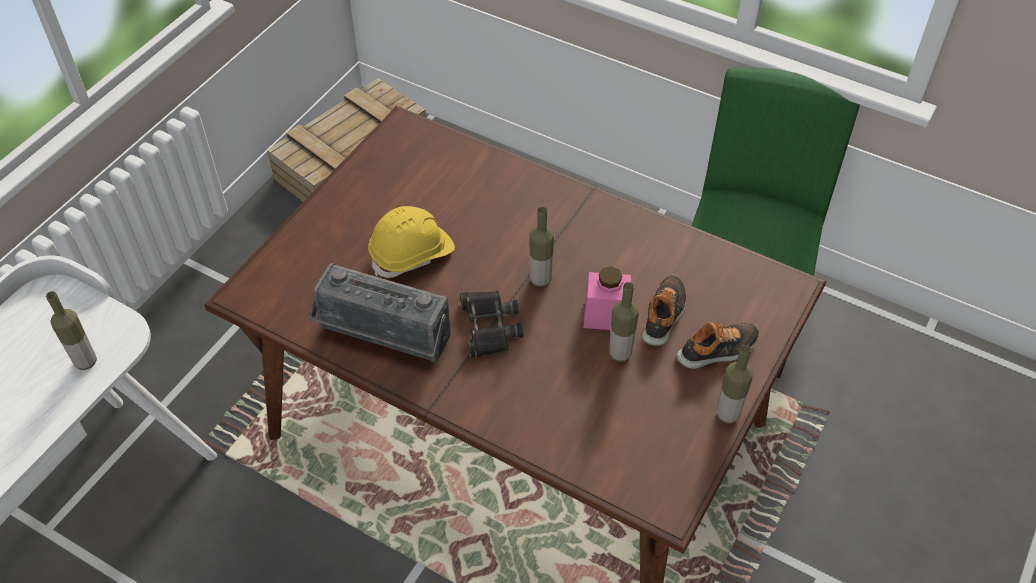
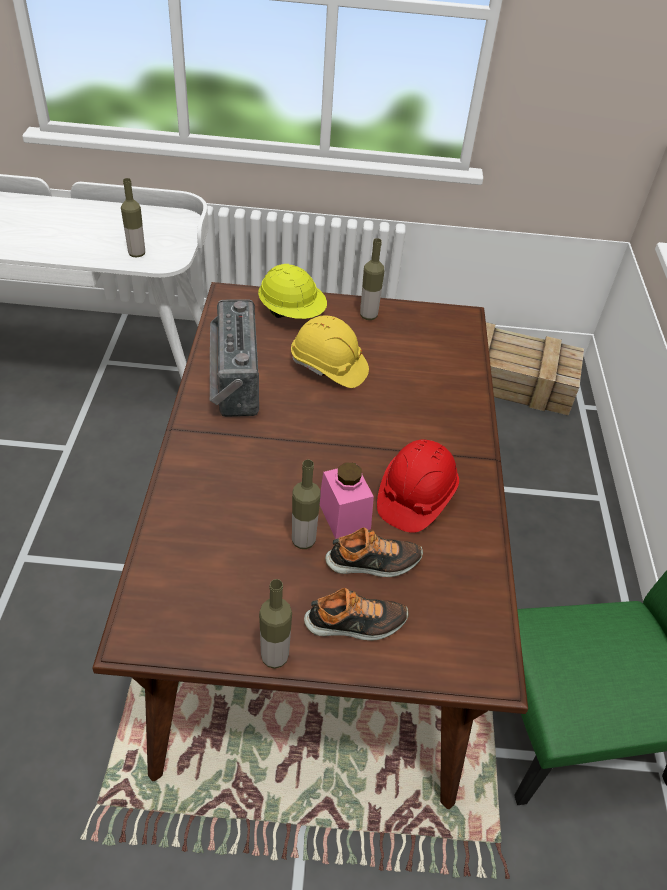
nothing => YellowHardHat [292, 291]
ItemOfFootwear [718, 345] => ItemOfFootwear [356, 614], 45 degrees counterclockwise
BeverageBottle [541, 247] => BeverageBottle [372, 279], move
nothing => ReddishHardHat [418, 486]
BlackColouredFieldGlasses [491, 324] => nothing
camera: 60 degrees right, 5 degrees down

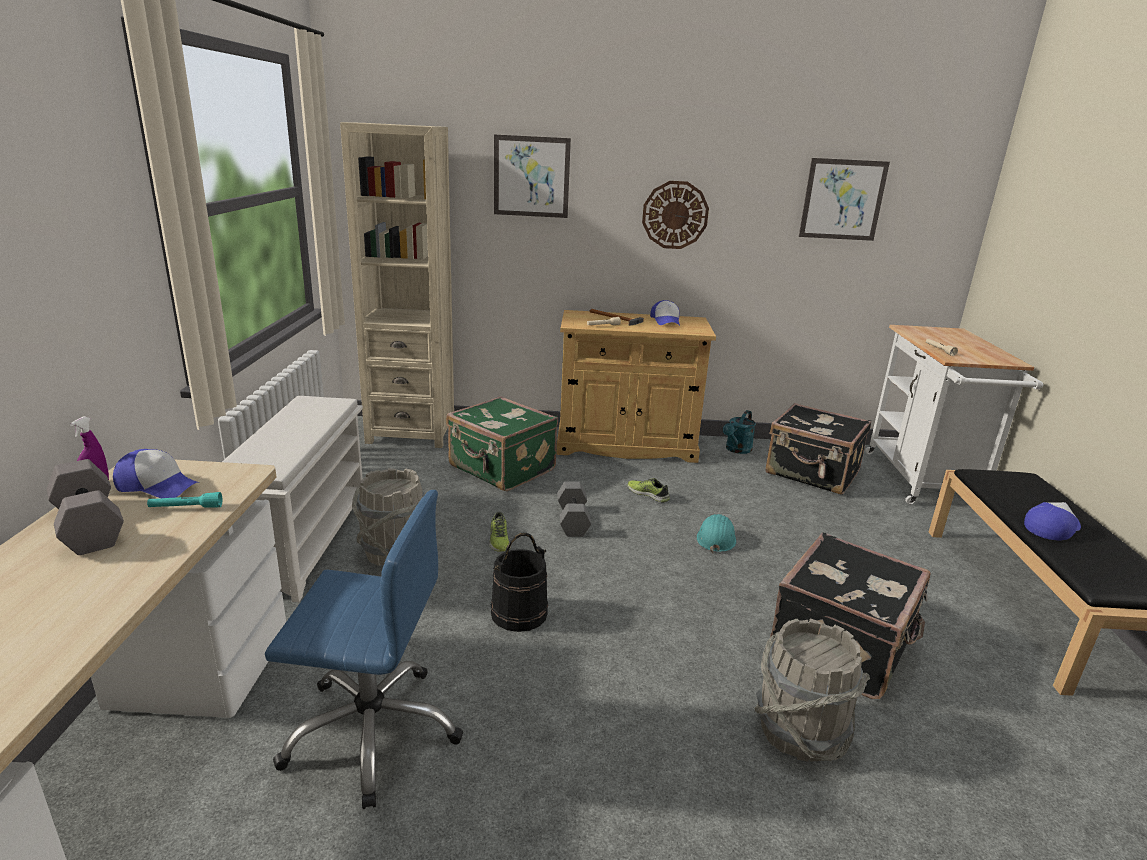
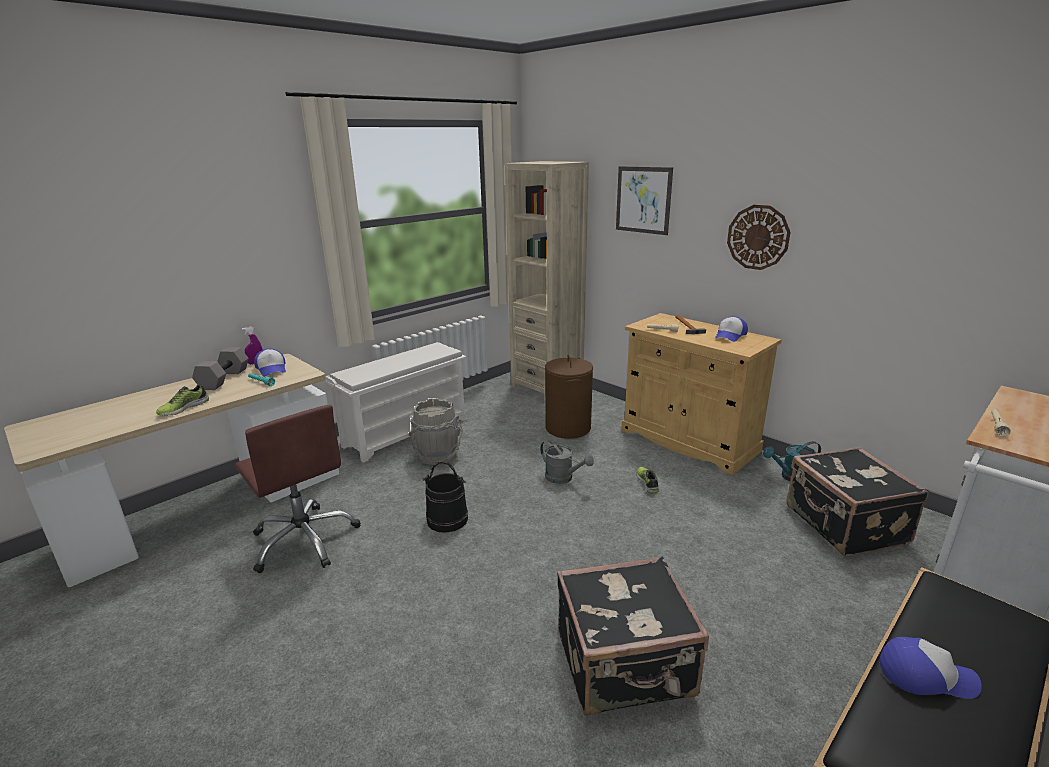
ItemOfFootwear [500, 532] => ItemOfFootwear [182, 400], move
BlueOfficeChair [364, 649] => BrownishOfficeChair [298, 489]
GrayFreeWeight [574, 509] => GrayWateringPot [567, 462]
GreenSuitcase [502, 443] => BrownishLaundryBasket [569, 397]
TurquoiseHardHat [716, 533] => nothing
GrayWaterBucket [812, 690] => nothing
WallPicture [844, 199] => nothing
camera: 45 degrees right, 0 degrees up

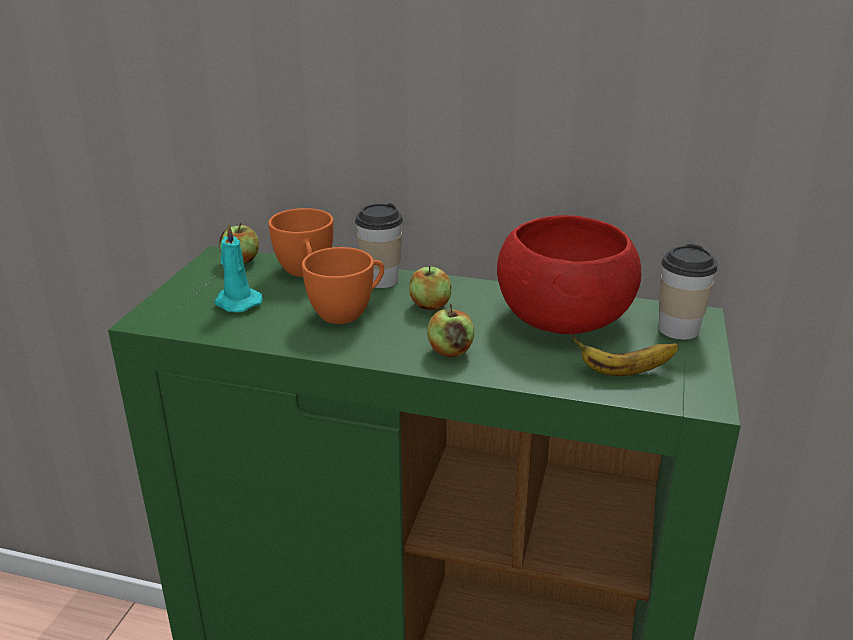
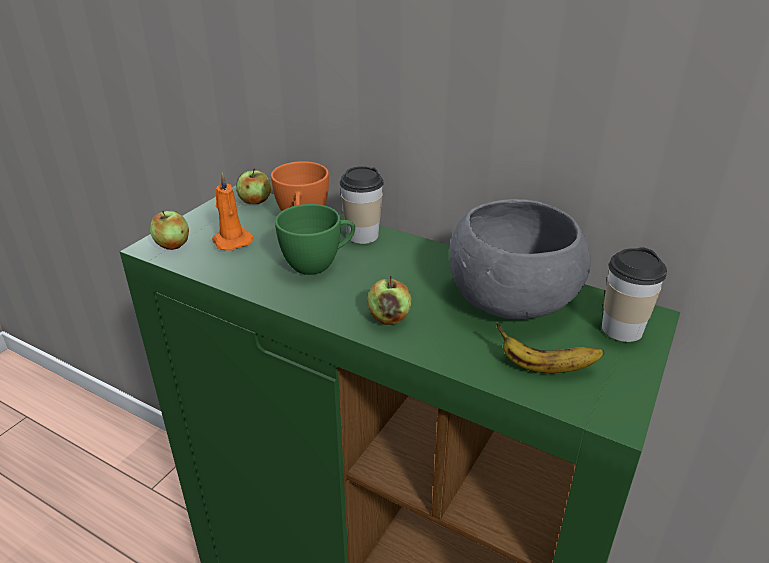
Apple [430, 288] => Apple [169, 230], move
TurquoiseCandle [238, 267] => OrangeCandle [232, 212]
OrangeDrinkingCup [343, 285] => GreenDrinkingCup [315, 239]
ReddishDeepDish [569, 274] => GrayDeepDish [520, 259]
camera: 15 degrees right, 5 degrees up

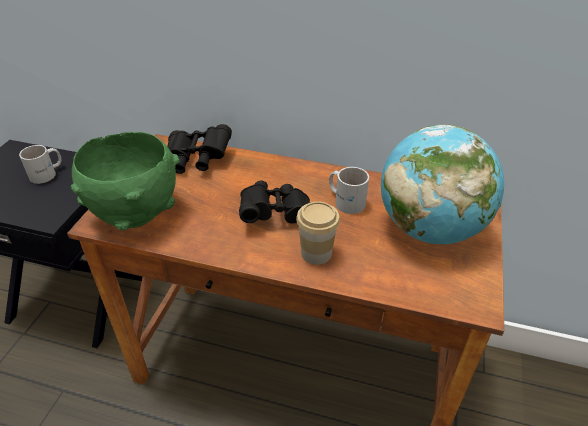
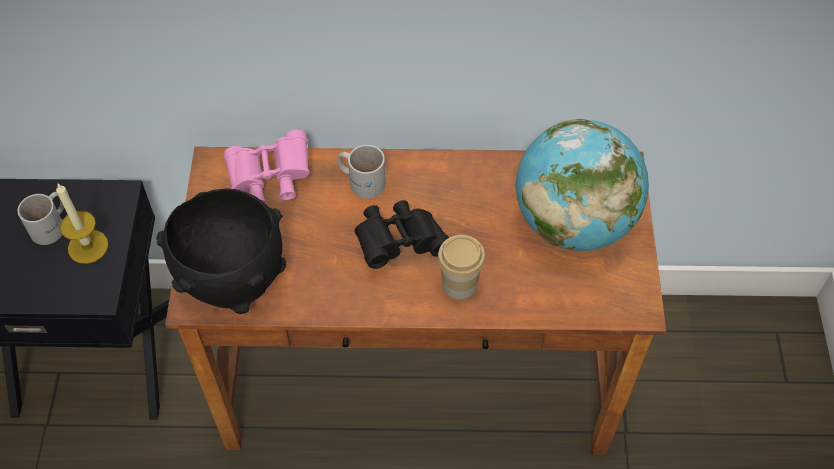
nothing => Candle [82, 224]
GreenDeepDish [125, 181] => BlackColouredDeepDish [221, 251]
BlackColouredFieldGlasses [199, 149] => PinkishFieldGlasses [267, 167]
WhitishTeaMug [349, 190] => WhitishTeaMug [362, 172], move
camera: 15 degrees left, 15 degrees up

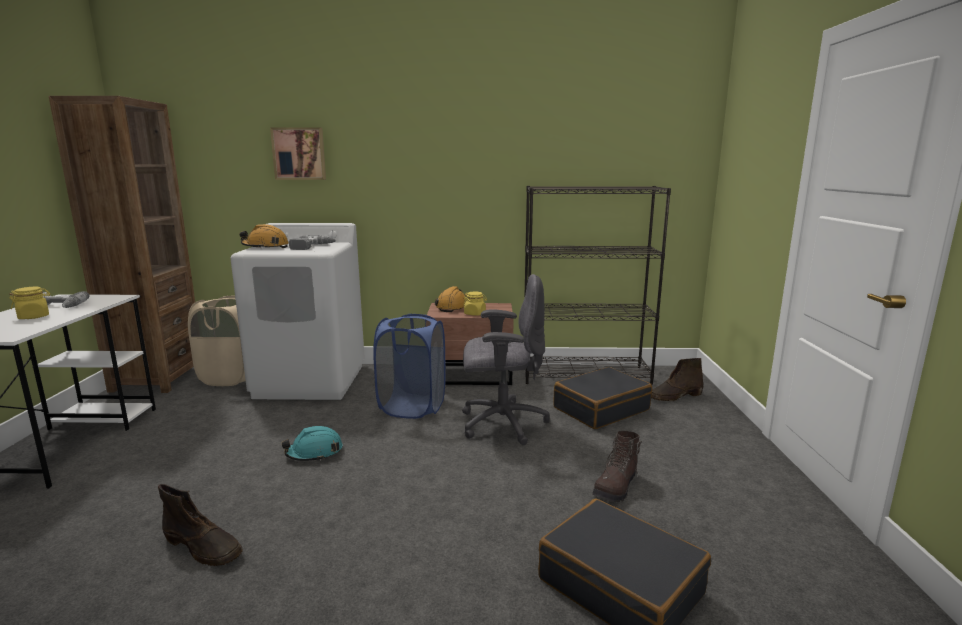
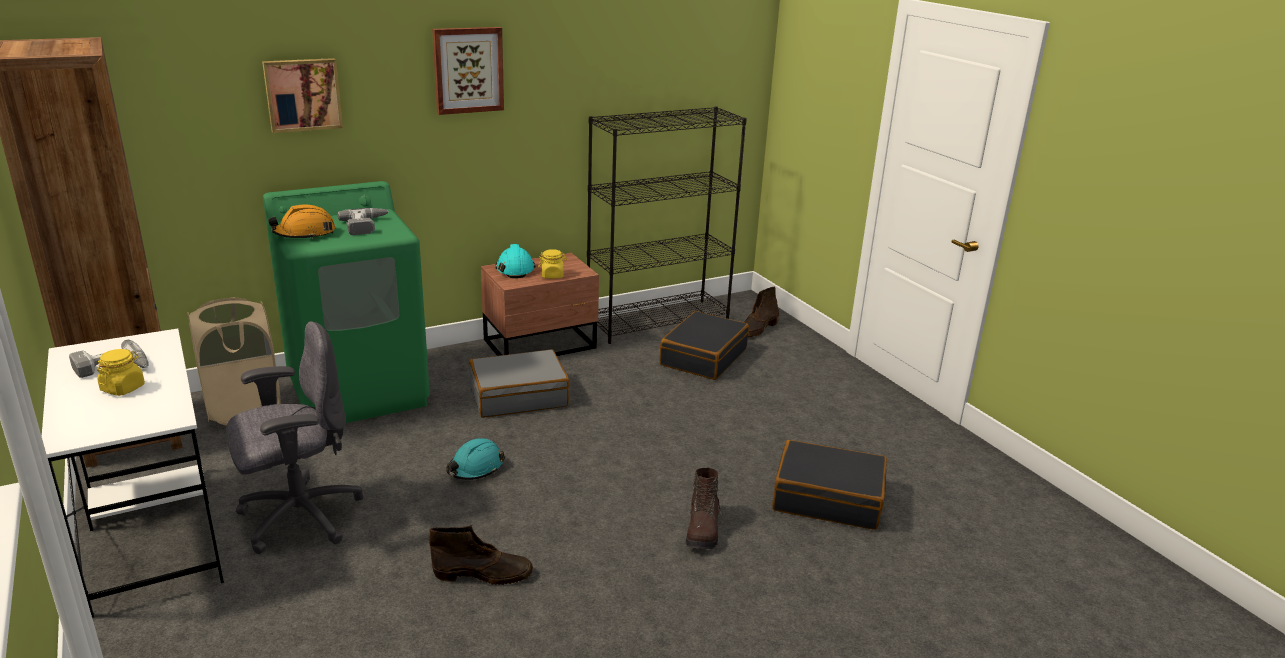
GrayOfficeChair [506, 359] => GrayOfficeChair [294, 437], move
WhitishLaundryMachine [297, 311] => GreenLaundryMachine [346, 302]
nothing => WallPicture [468, 71]
BlueLaundryBasket [409, 366] => GraySuitcase [519, 383]
OrangeHardHat [450, 299] => TurquoiseHardHat [515, 261]
BrownishHighTopBoot [617, 466] => BrownishHighTopBoot [704, 508], move
camera: 30 degrees left, 10 degrees up

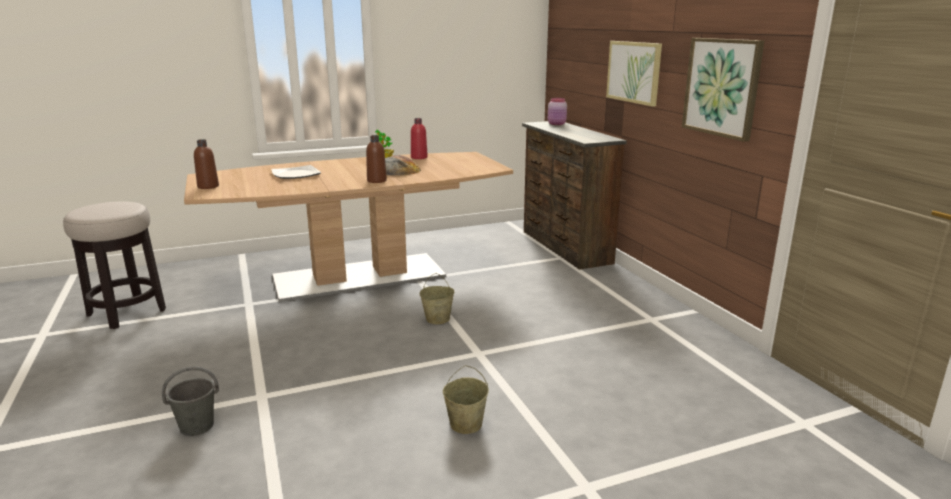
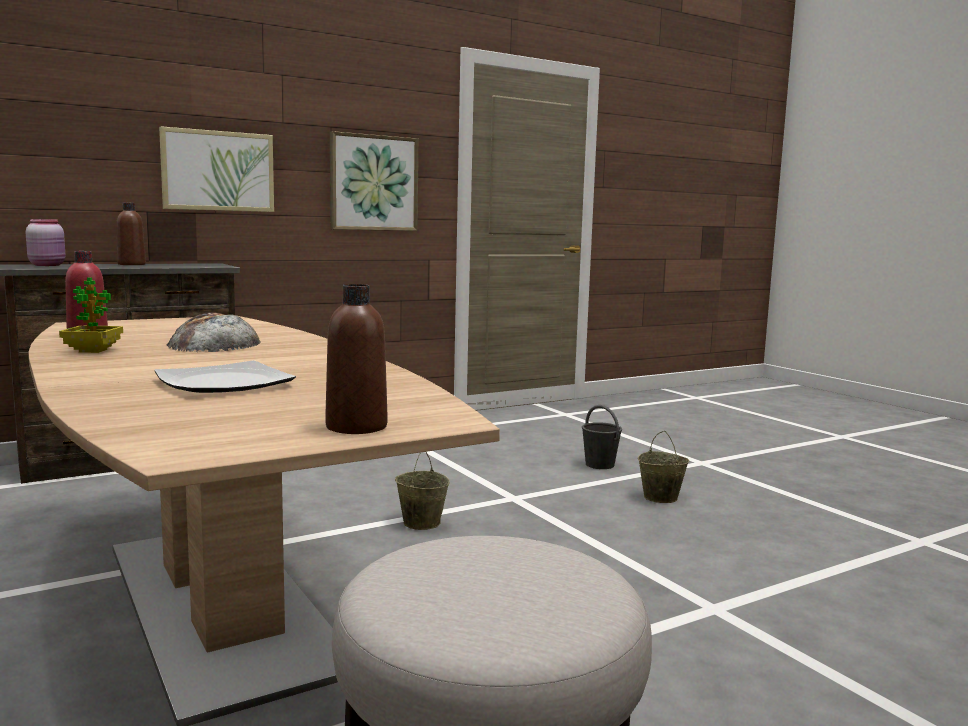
BrownishBeverageBottle [376, 159] => BrownishBeverageBottle [131, 234], move
GrayWaterBucket [190, 401] => GrayWaterBucket [602, 437], move
camera: 100 degrees left, 10 degrees down

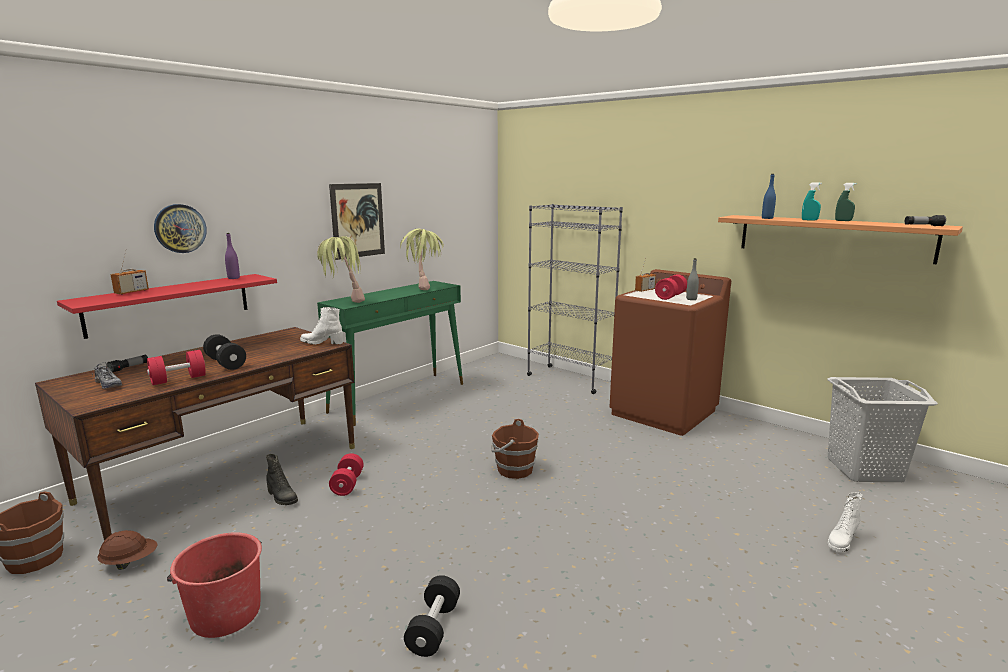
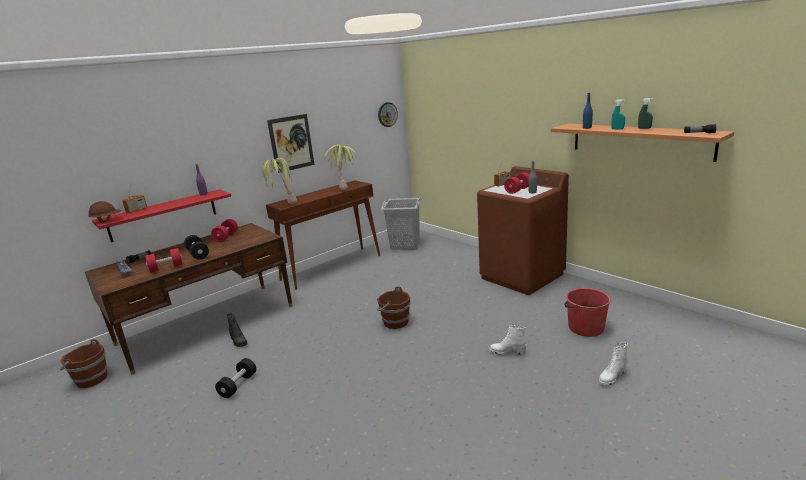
BrownishHardHat [127, 550] => BrownishHardHat [104, 211], move
ReddishFreeWeight [346, 474] => ReddishFreeWeight [224, 230], move
BlackColouredFreeWeight [432, 616] => BlackColouredFreeWeight [235, 378], move
GreenNarrowTable [390, 353] => BrownishNarrowTable [323, 235]
WallClock [180, 228] => WallClock [388, 114], move
GrayLaundryBasket [882, 429] => GrayLaundryBasket [401, 224], move
WhitishHighTopBoot [321, 326] => WhitishHighTopBoot [507, 340], move
ReddishWaterBucket [214, 585] => ReddishWaterBucket [587, 312], move
GrayShelvingUnit [575, 299] => nothing
camera: 10 degrees right, 5 degrees up

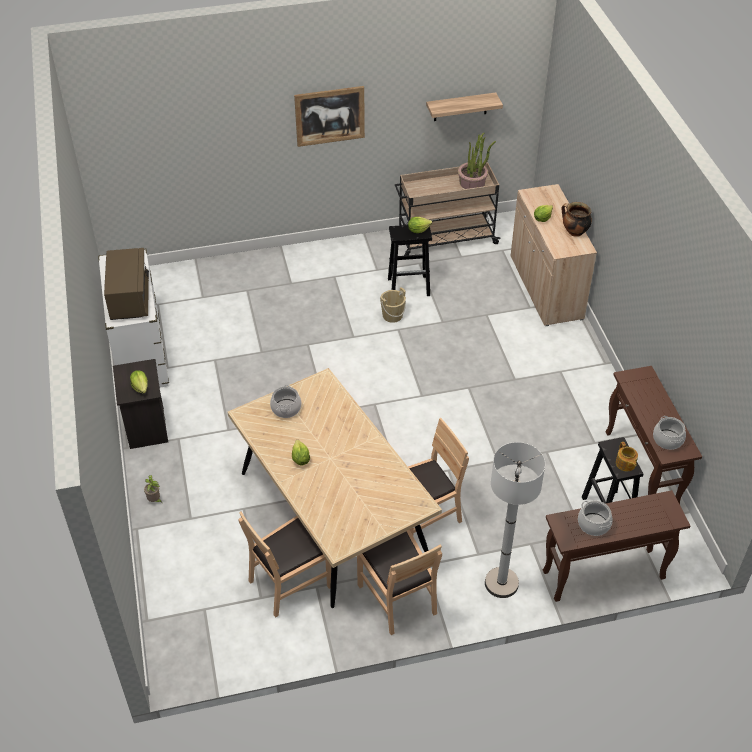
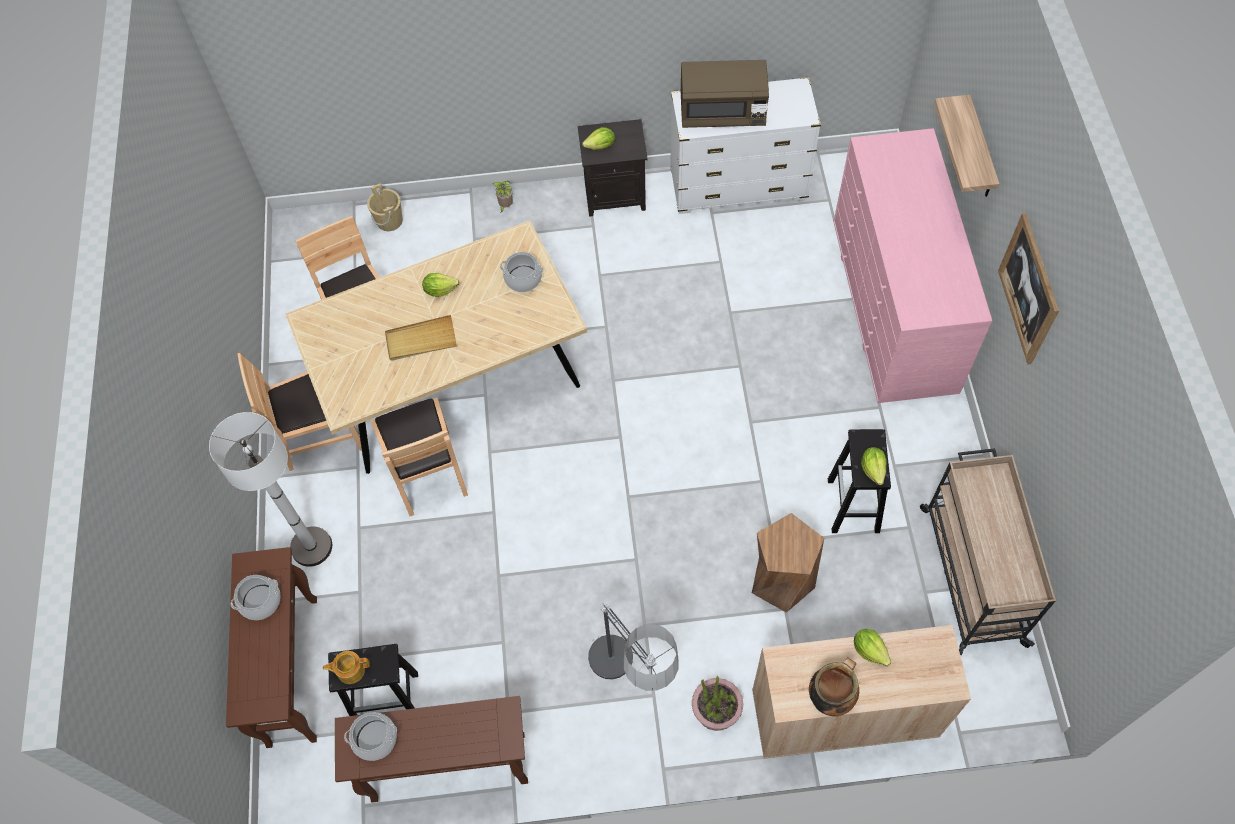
BeigeWaterBucket [393, 305] => BeigeWaterBucket [385, 207], move
nothing => BeigeServingTray [421, 338]
nothing => StandingLamp [633, 647]
PottedPlant [477, 160] => PottedPlant [717, 703], move
nothing => BrownishSittingStool [788, 563]
nothing => PinkishDrawerChest [913, 265]
BracketShelf [464, 106] => BracketShelf [967, 146], move
camera: 100 degrees right, 15 degrees up

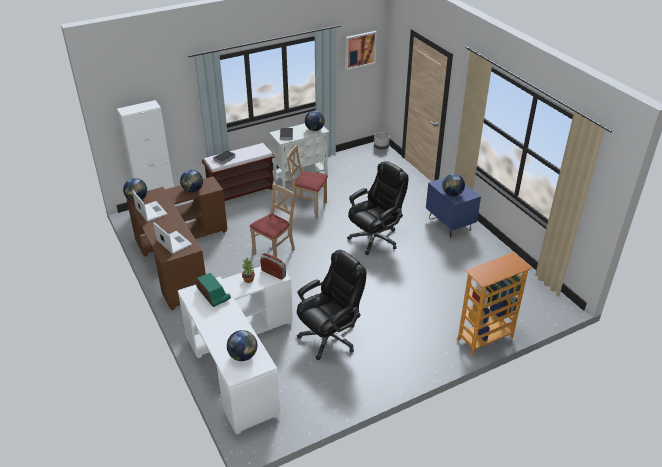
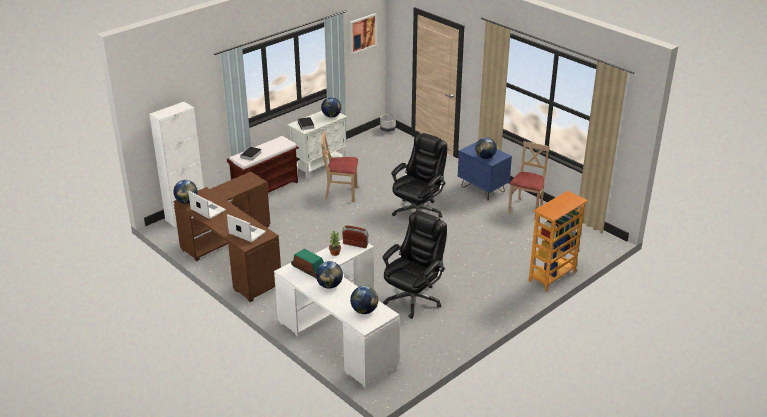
WorldGlobe [191, 181] => WorldGlobe [329, 275], move
BeigeUprightChair [272, 221] => BeigeUprightChair [529, 177], move
camera: 15 degrees left, 5 degrees down

